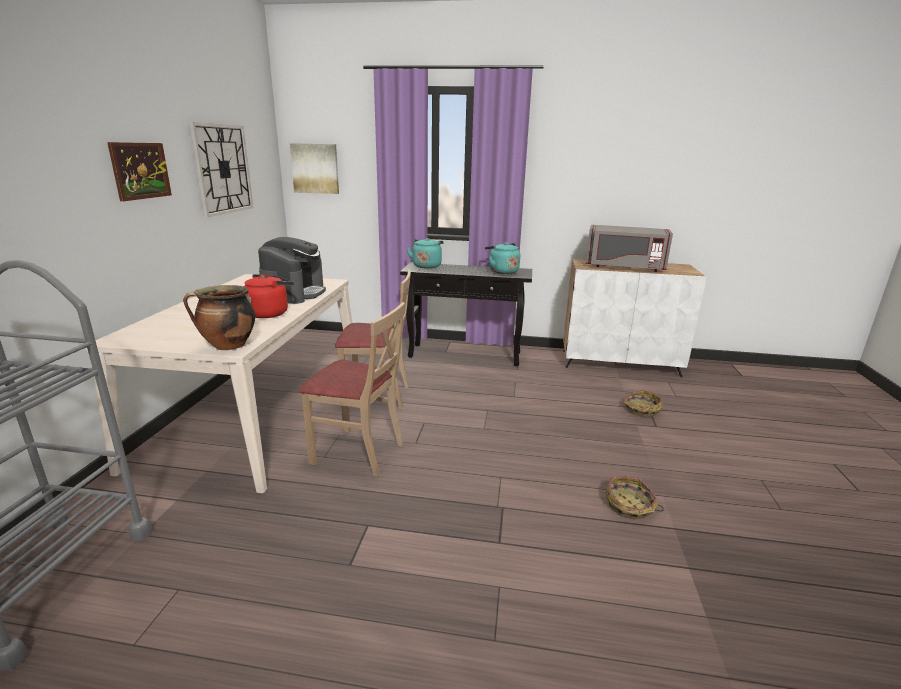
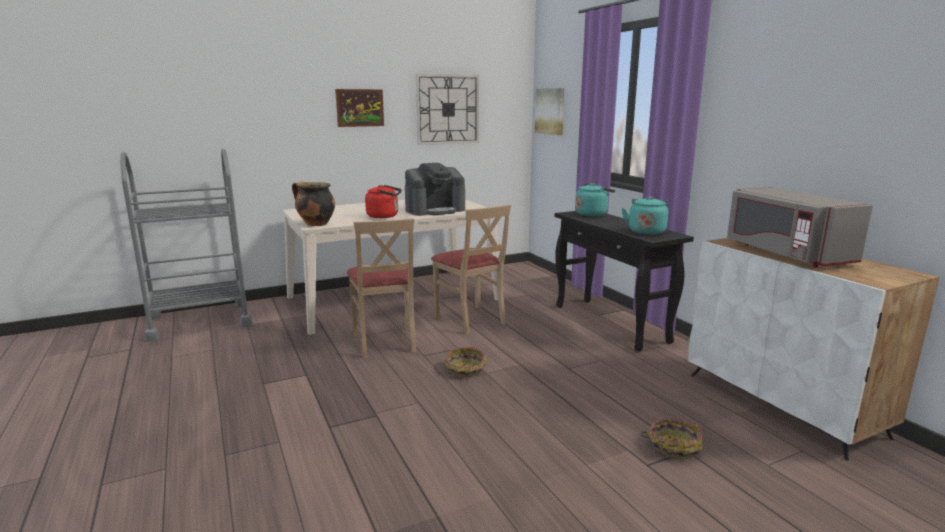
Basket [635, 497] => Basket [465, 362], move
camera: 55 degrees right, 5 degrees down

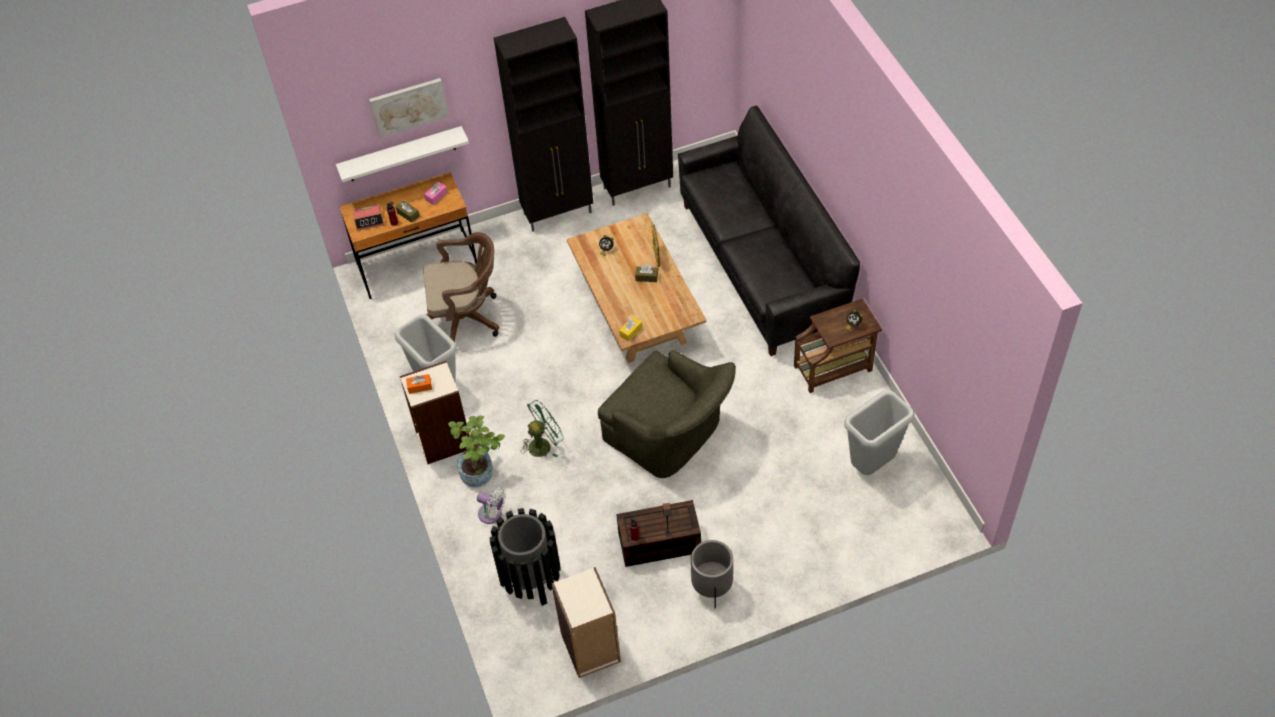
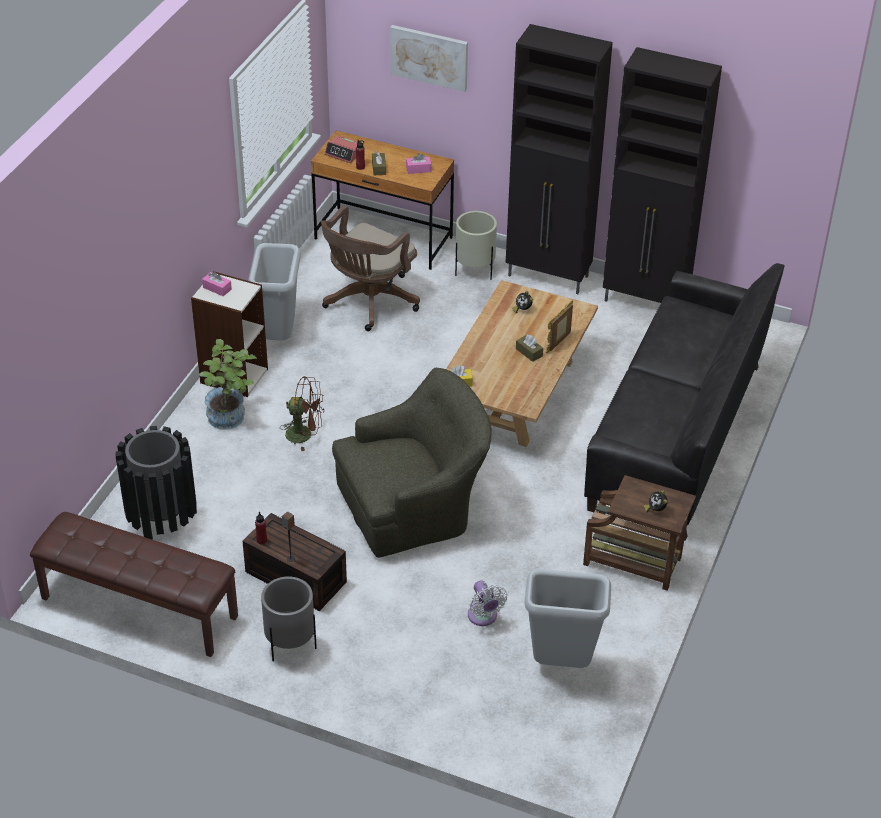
ShelvingUnit [586, 622] => BrownishBench [134, 584]
OrangeBoxOfTissues [419, 384] => PinkishBoxOfTissues [217, 284]
GreenCoolingFan [542, 428] => BrownishCoolingFan [302, 413]
BrownishOfficeChair [461, 287] => BrownishOfficeChair [370, 268], 90 degrees clockwise
GreenArmchair [667, 414] => GreenArmchair [412, 463], 105 degrees counterclockwise
nothing => BeigePlanter [476, 245]
WhitishCoolingFan [491, 505] => WhitishCoolingFan [488, 603], move
WhitishBracketShelf [402, 154] => nothing
camera: 40 degrees right, 10 degrees down

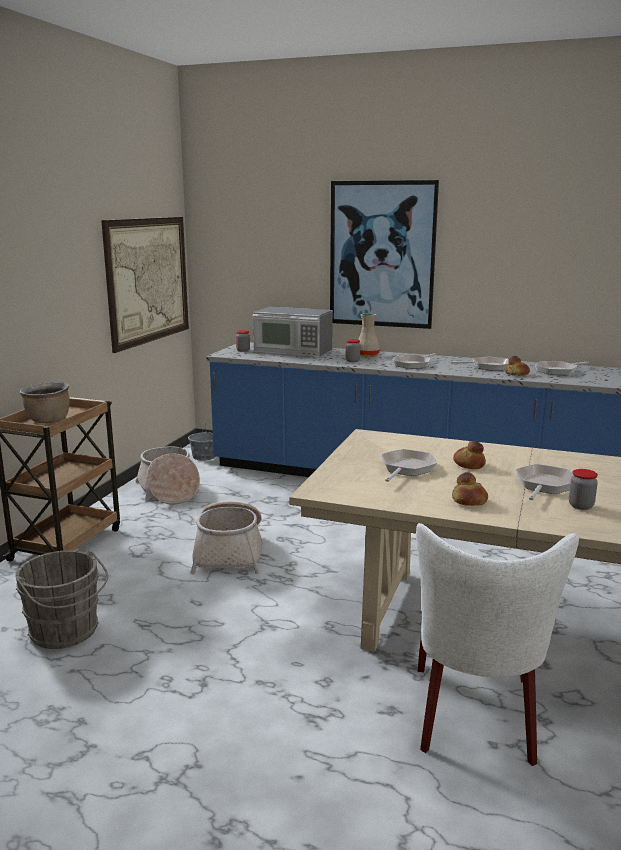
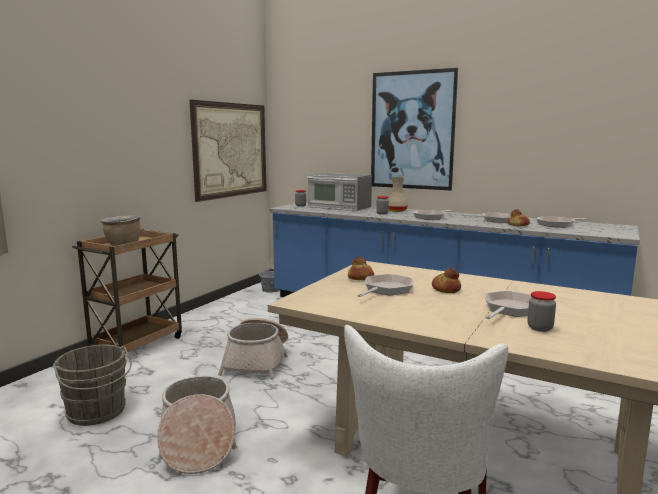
Basket [168, 475] => Basket [197, 425], move
Bread [470, 489] => Bread [361, 268], move
camera: 10 degrees right, 5 degrees down

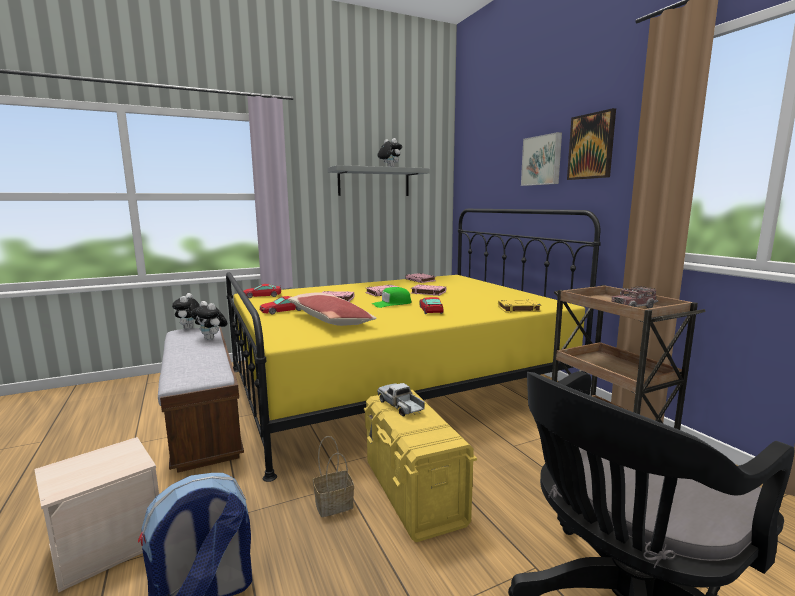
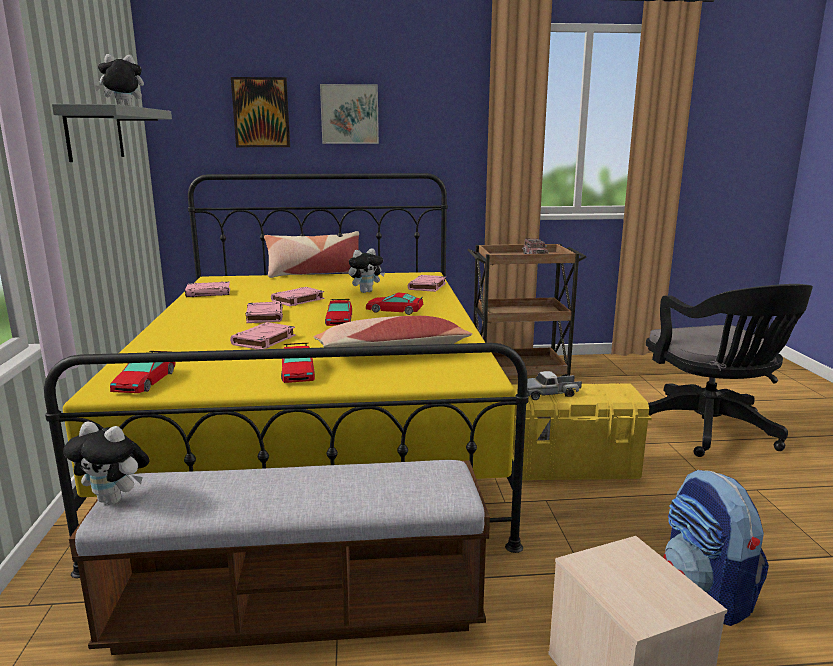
WallPicture [591, 144] => WallPicture [260, 112], move
nothing => ThrowPillow [311, 254]
GreenBaseballCap [391, 297] => ModelCar [338, 312]
CuddlyToy [209, 320] => CuddlyToy [367, 271], move
YellowBook [519, 306] => PinkishBook [427, 283]
Basket [333, 476] => nothing
camera: 70 degrees left, 5 degrees up

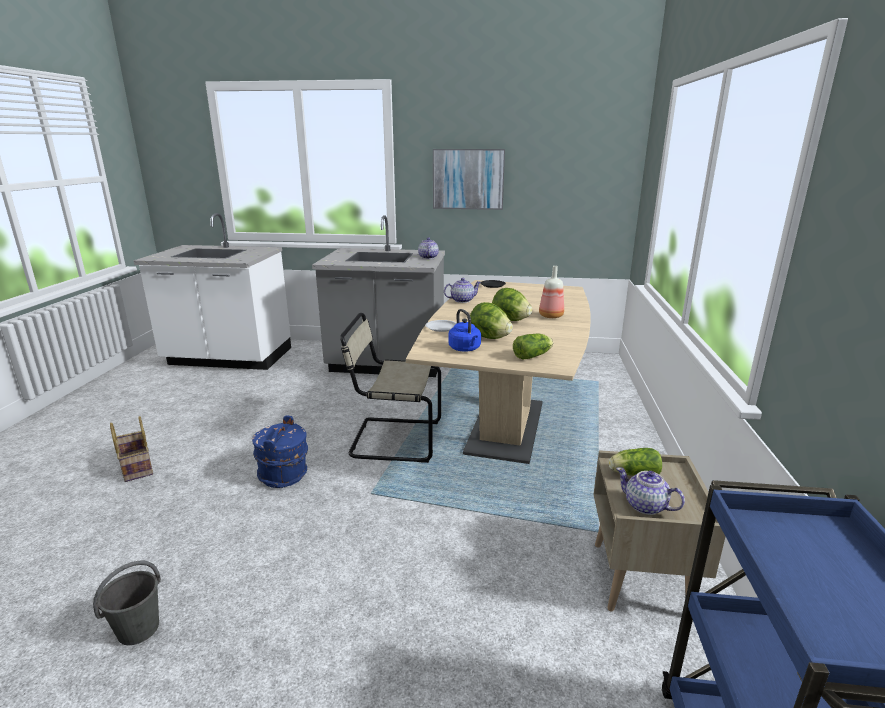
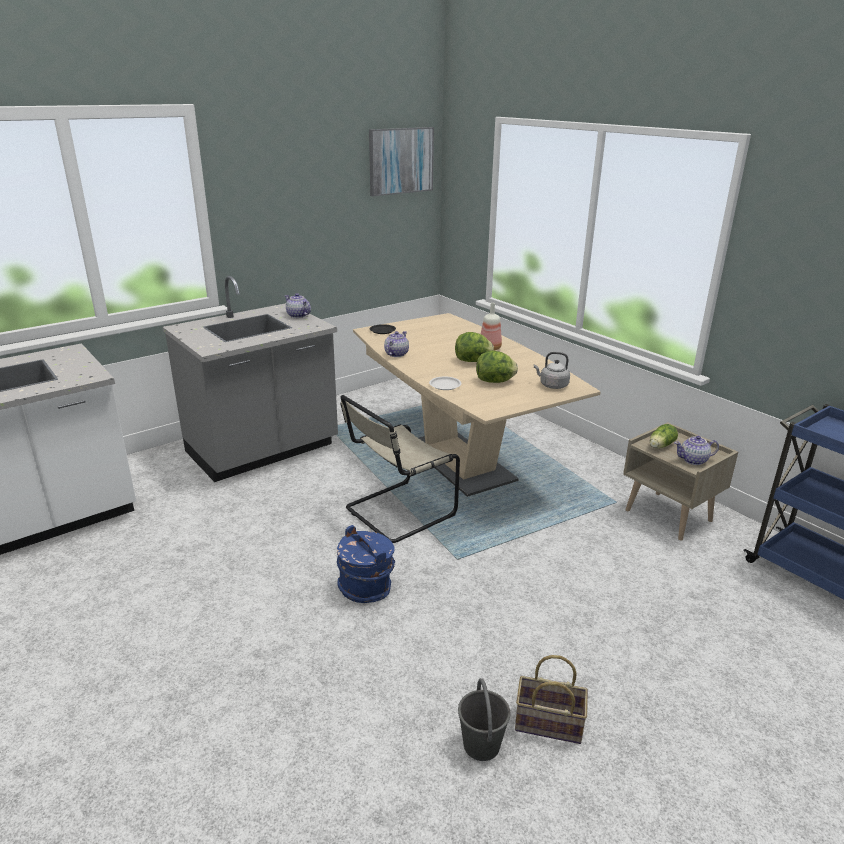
WallPicture [469, 179] => WallPicture [401, 162], move
Basket [131, 449] => Basket [551, 699], move
LettuceHead [533, 347] => GrayTeaKettle [552, 370]
BlueTeaKettle [465, 330] => nothing
camera: 45 degrees left, 5 degrees up

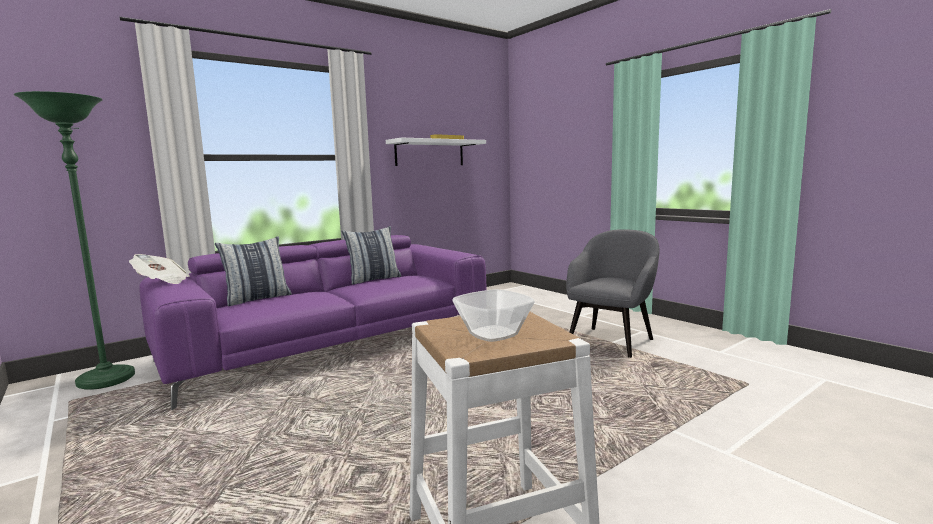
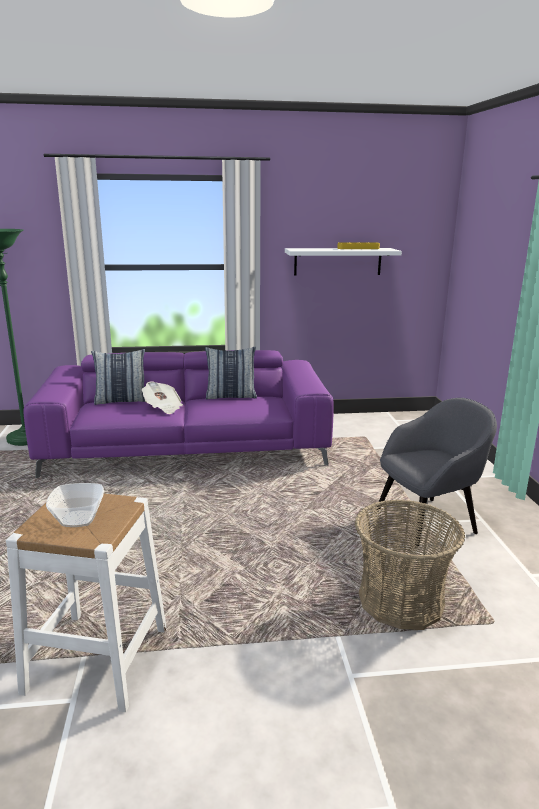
PrintedPaper [159, 269] => PrintedPaper [162, 397], move
nothing => Basket [410, 565]
camera: 30 degrees right, 10 degrees up

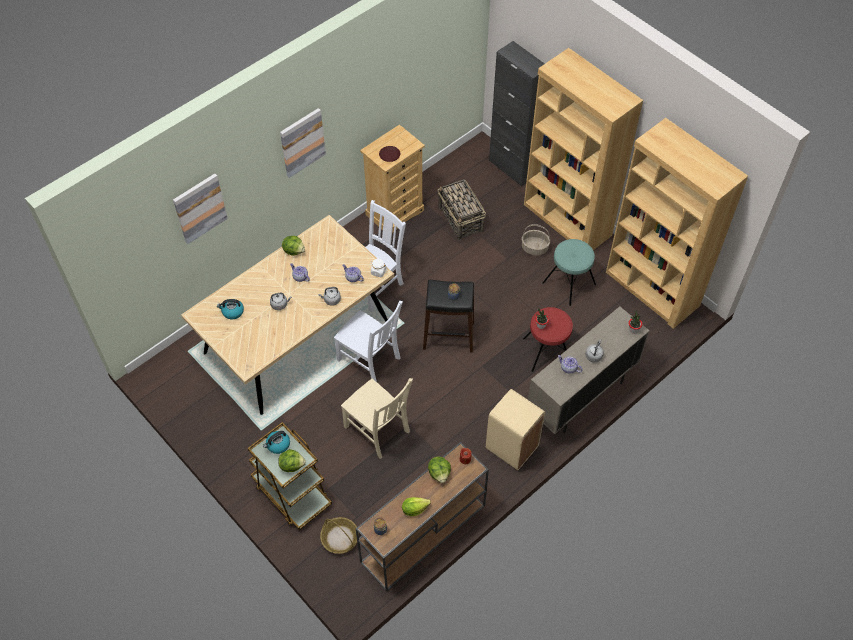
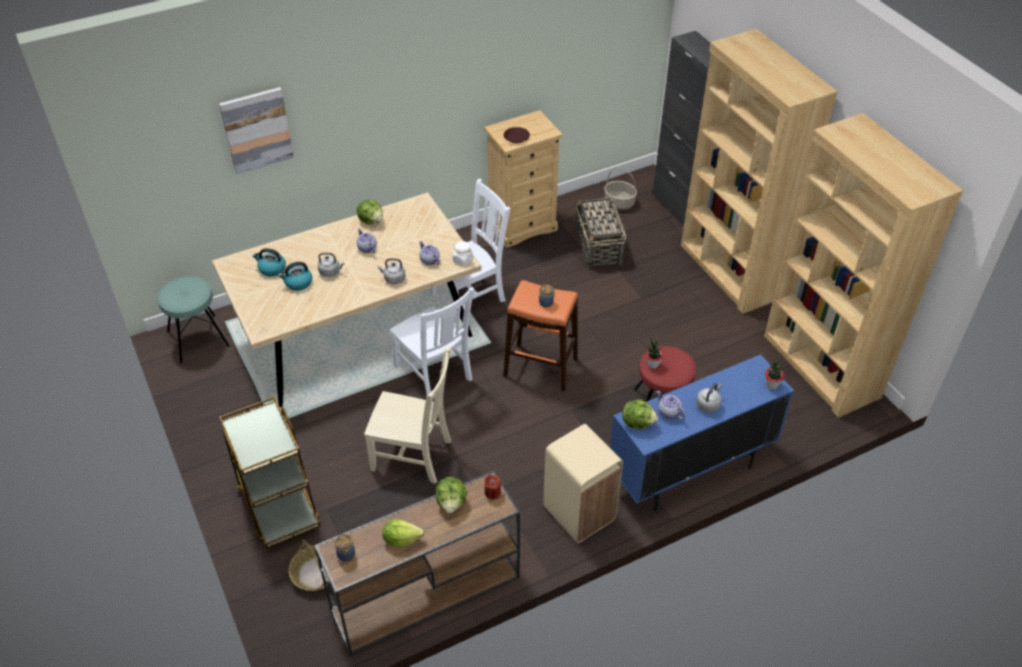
TurquoiseSittingStool [569, 272] => TurquoiseSittingStool [194, 319], move
TeaKettle [276, 442] => TeaKettle [295, 276], move
BeigeUprightChair [377, 418] => BeigeUprightChair [407, 415], 45 degrees counterclockwise
BlackColouredSittingStool [448, 316] => OrangeSittingStool [540, 336]
Basket [536, 240] => Basket [620, 188], move
BeigeCabinet [589, 370] => BlueCabinet [702, 433]
LettuceHead [292, 460] => LettuceHead [640, 414], move
WallPicture [303, 143] => nothing
camera: 15 degrees right, 10 degrees down

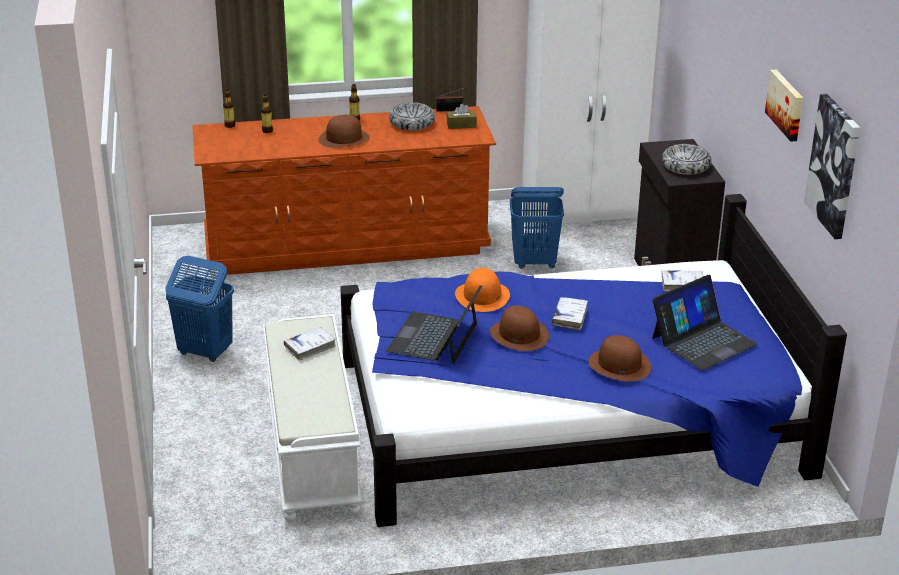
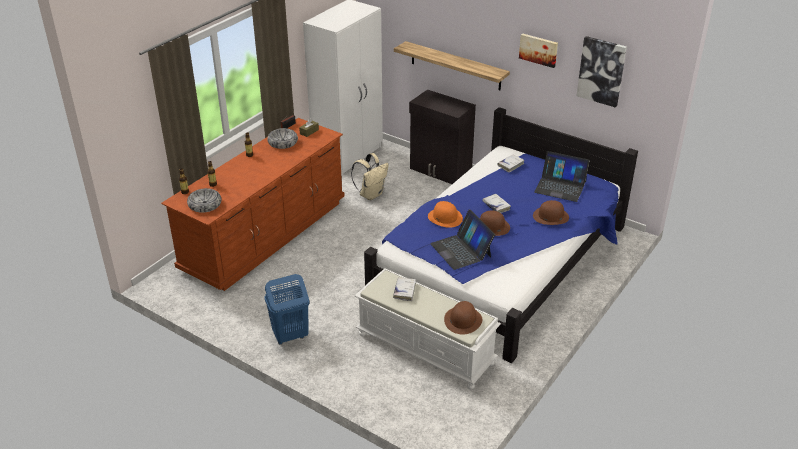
DeepDish [686, 159] => DeepDish [204, 200], move
BlueLaundryBasket [537, 228] => BeigeKnapsack [370, 176]
nothing => BracketShelf [452, 65]
BrownishHat [344, 131] => BrownishHat [463, 317], move
NotebookComputer [705, 322] => NotebookComputer [562, 176], 105 degrees clockwise
camera: 45 degrees left, 5 degrees up

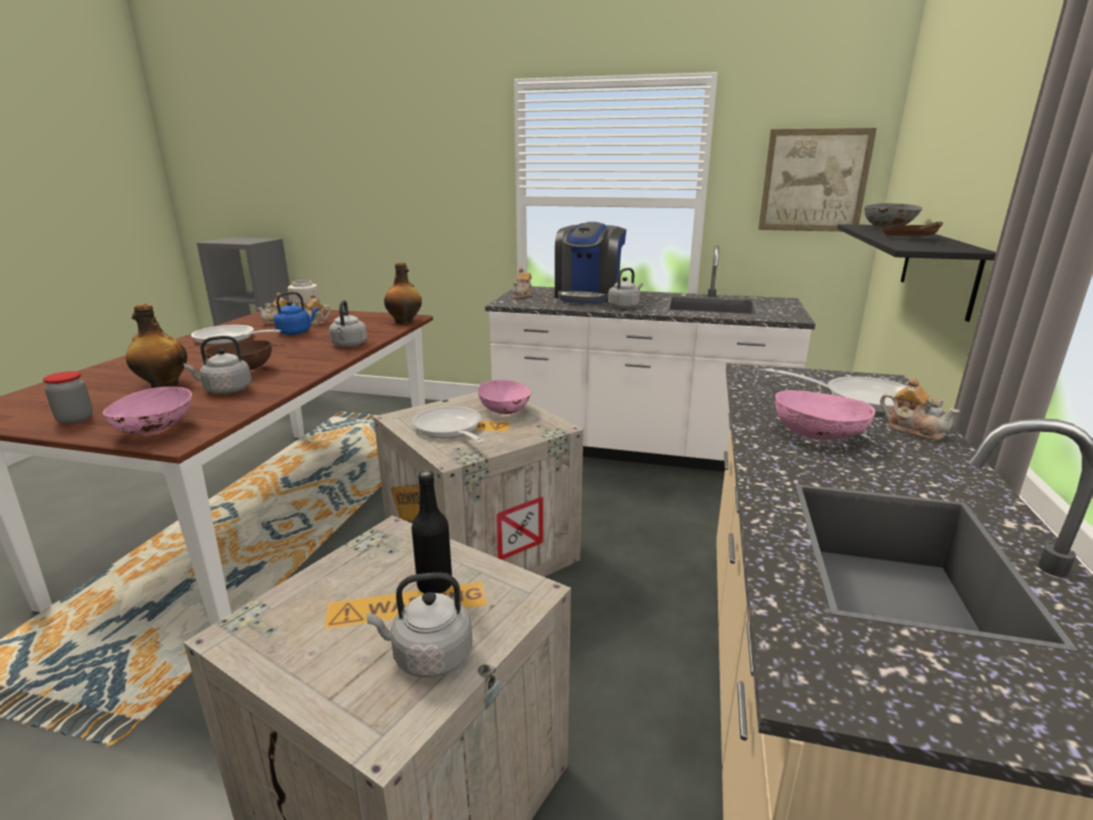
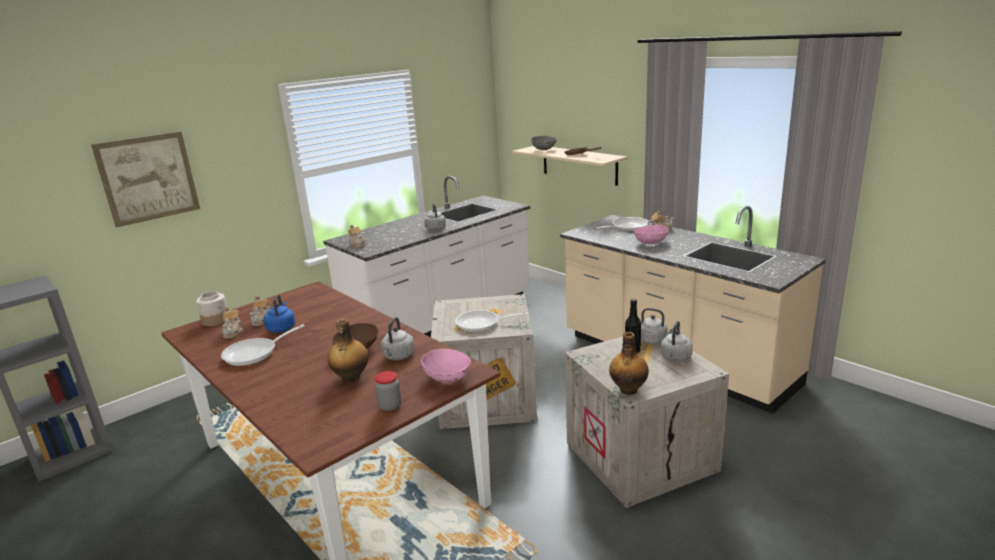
WallPicture [817, 180] => WallPicture [145, 179], move
BlackColouredBracketShelf [916, 273] => BeigeBracketShelf [570, 166]
BeverageBottle [403, 293] => BeverageBottle [629, 363], move
GrayTeaKettle [348, 323] => GrayTeaKettle [657, 326], move
PinkishDeepDish [504, 397] => nothing
CoffeeMaker [590, 262] => nothing
camera: 55 degrees left, 0 degrees up

